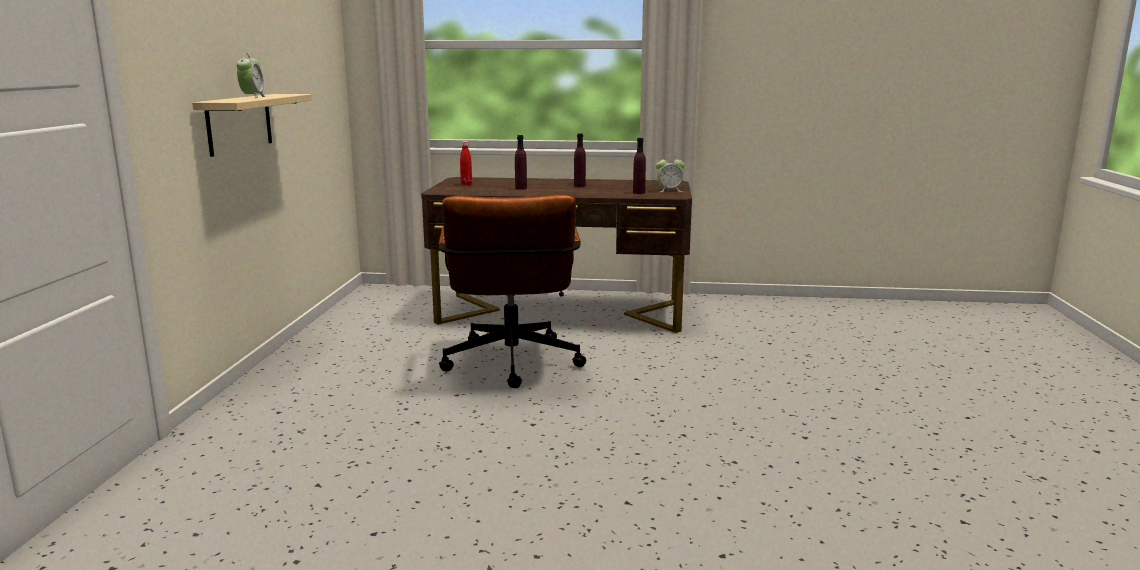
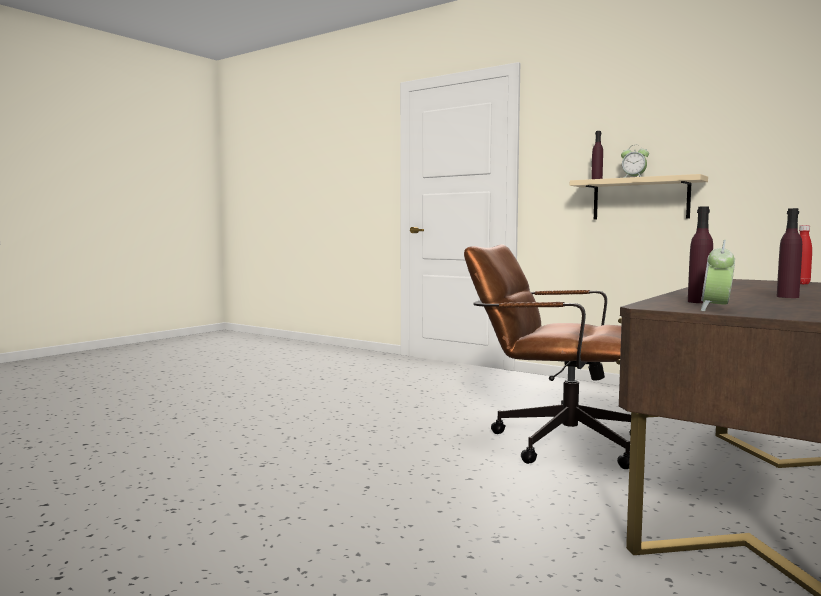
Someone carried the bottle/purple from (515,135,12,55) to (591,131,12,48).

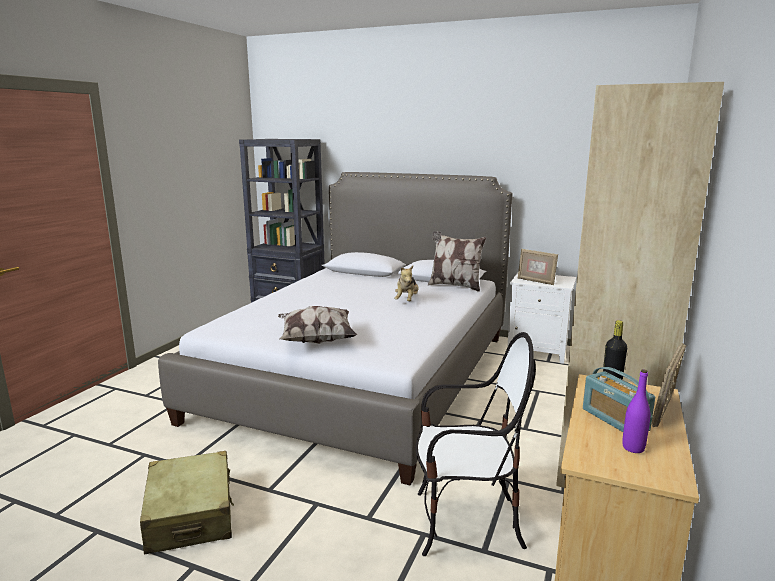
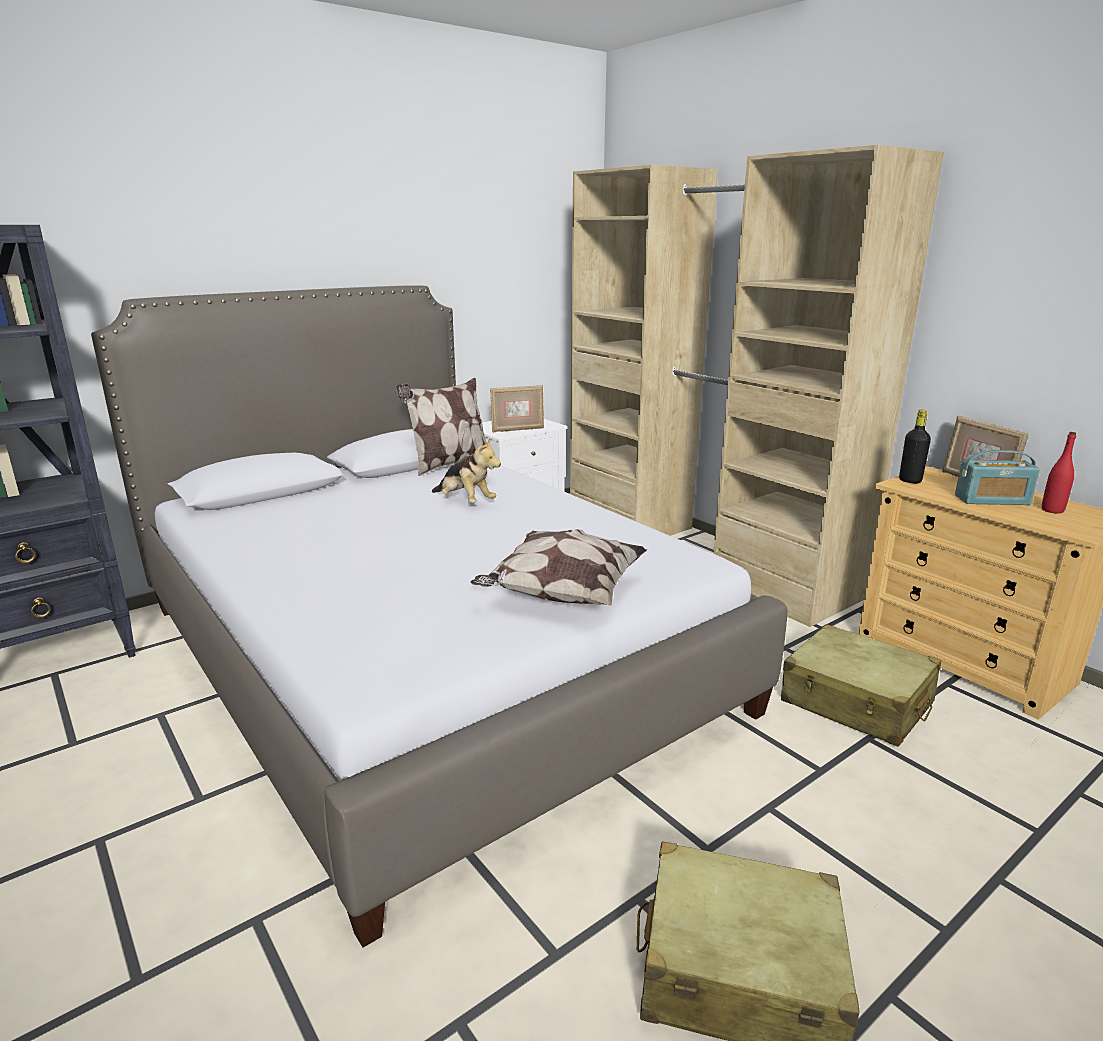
Someone swapped the chair at (416,332,120,224) for the suitcase/beige at (781,624,160,123).
Someone repainted the bottle/purple at (622,369,28,84), which became the bottle/red at (1042,432,34,82).

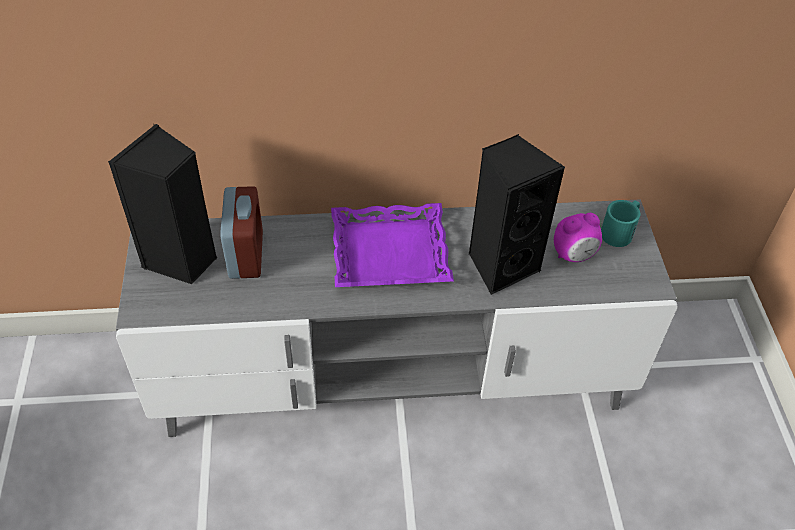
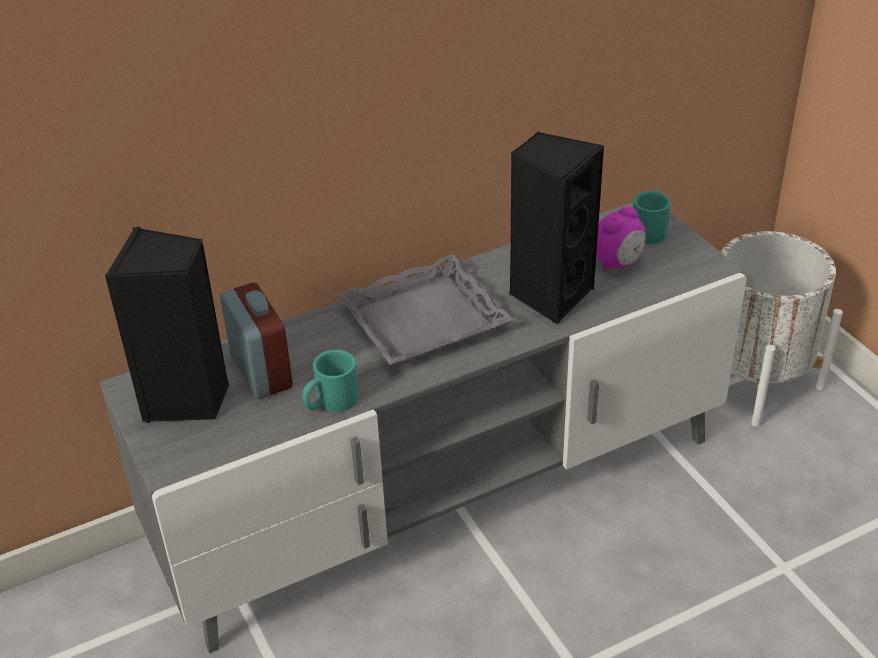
Someone repainted the tray/purple at (331,203,123,84), which became the tray/grey at (336,254,179,111).
Someone put down the planter/white at (721,231,122,196).
Someone put down the mug/turquoise at (302,350,57,62).

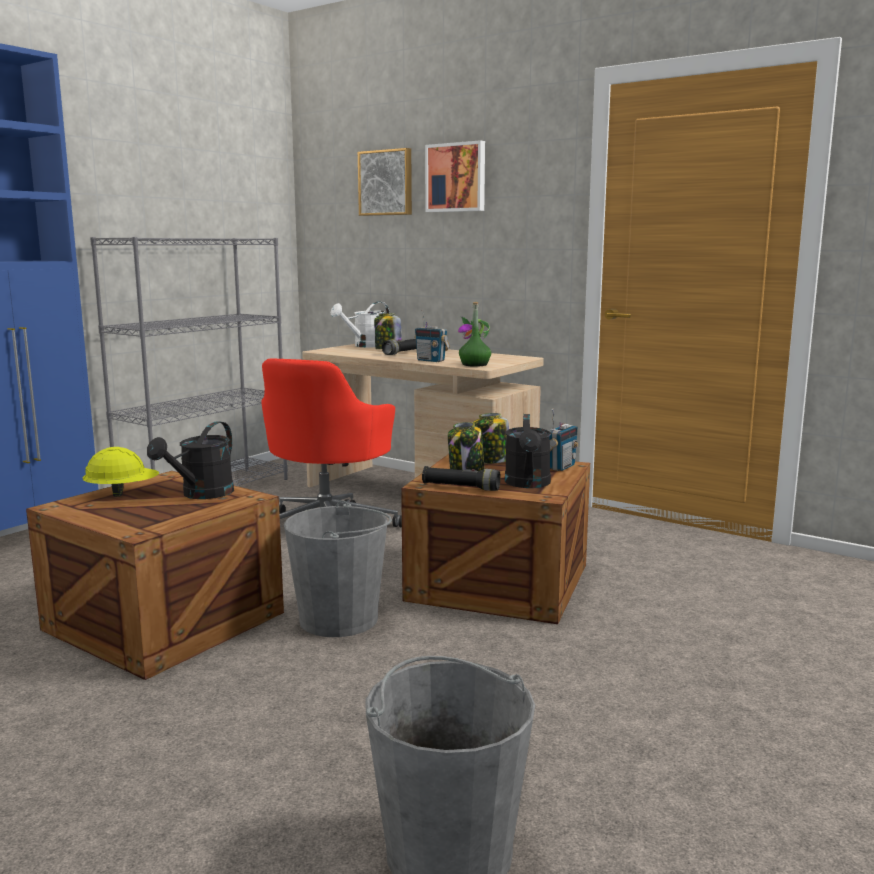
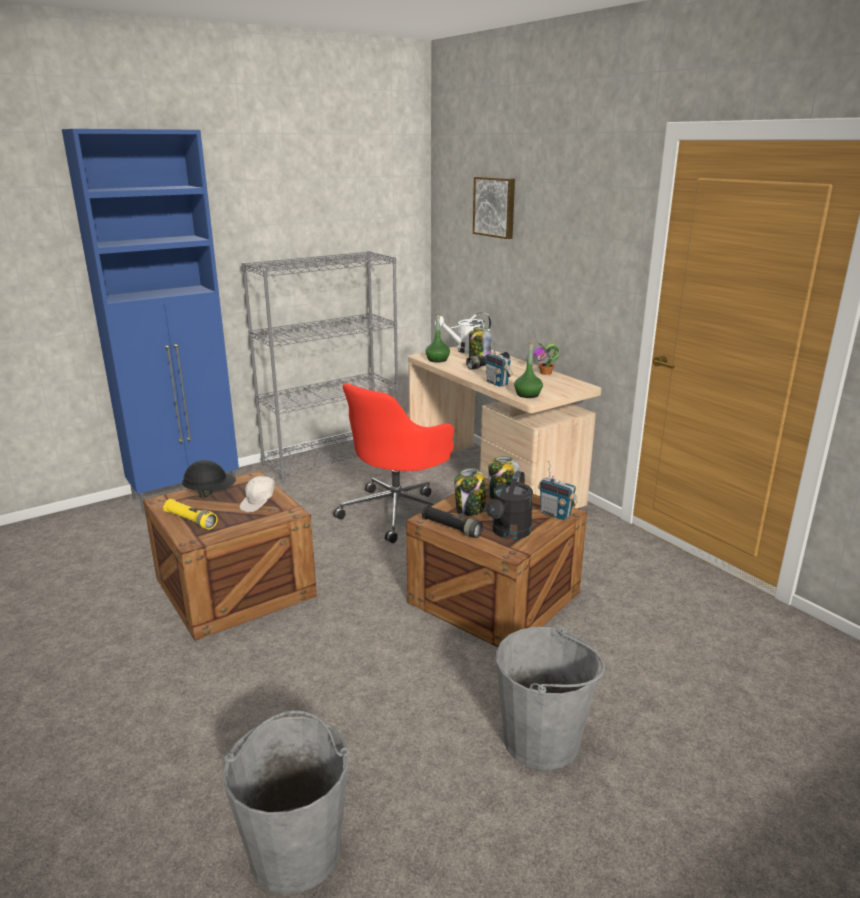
Someone took away the picture at (425,140,60,72).
Someone rotated the radio at (549,409,29,62) by 75 degrees clockwise.
Someone swapped the watering can/black at (147,421,87,78) for the cap/white at (240,474,35,38).
Someone repainted the hard hat/yellow at (82,447,77,50), which became the hard hat/black at (182,460,54,38).
Someone carried the bucket/grey from (284,500,108,137) to (496,625,109,145).
Someone put down the bottle/green at (425,313,25,49).
Someone put down the flashlight/yellow at (163,499,54,30).

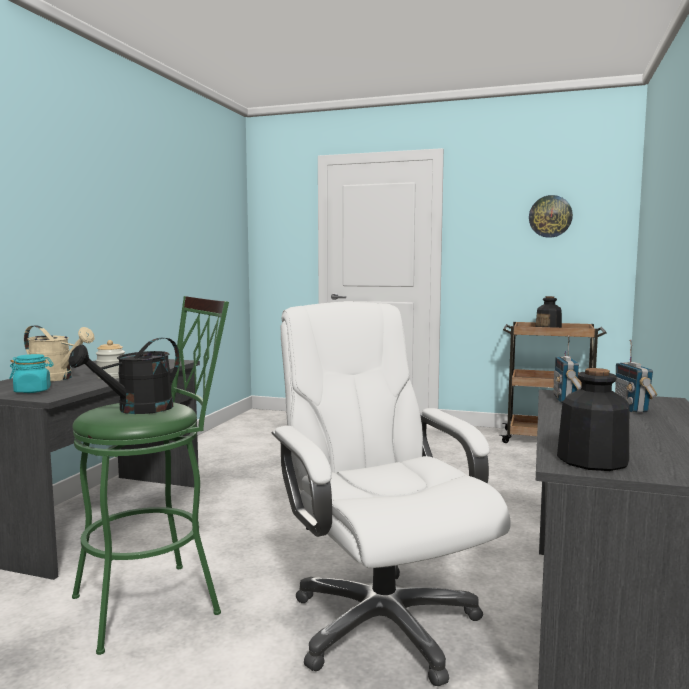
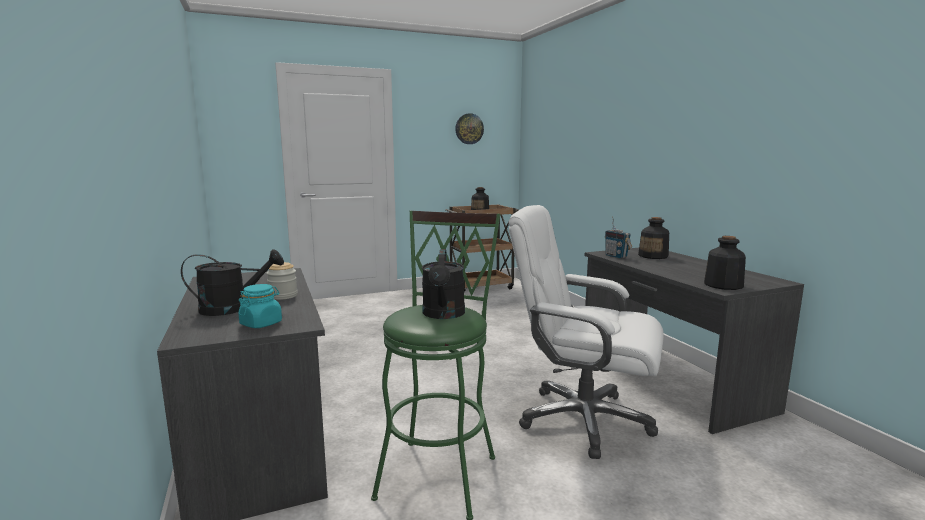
Someone repainted the watering can/beige at (24,325,70,56), which became the watering can/black at (181,249,103,67).
Someone swapped the radio at (615,340,42,73) for the bottle at (638,217,31,42).

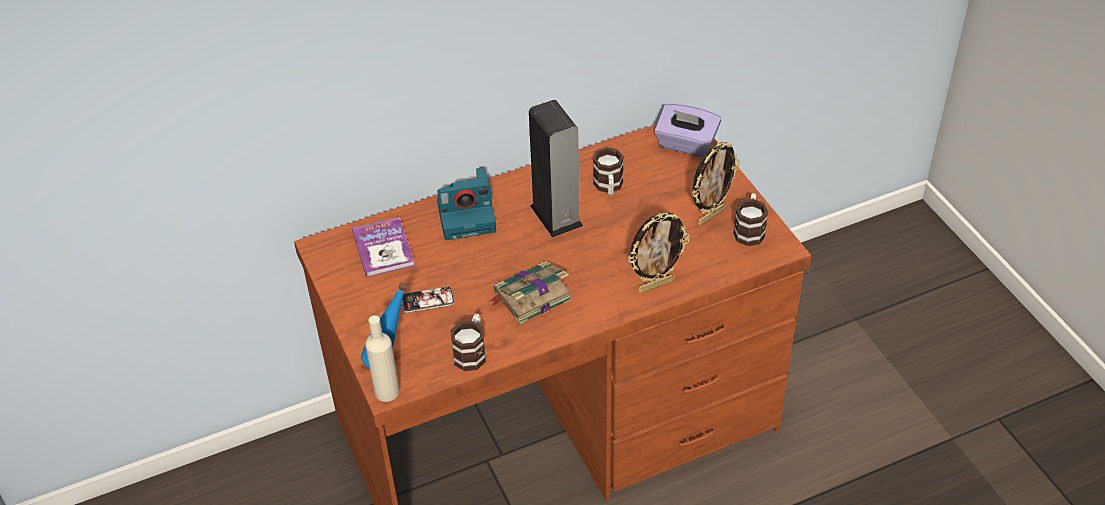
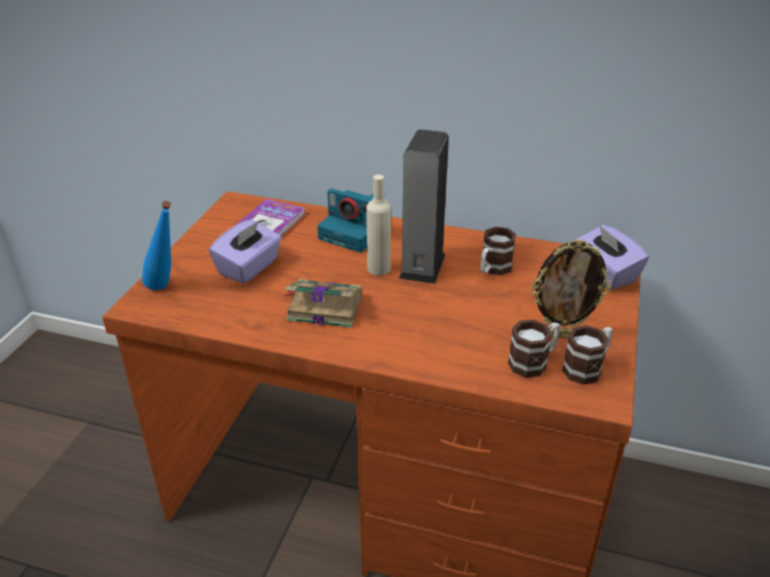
Someone took away the picture frame at (628,212,62,81).
Someone swapped the phone at (402,286,53,27) for the tissue box/purple at (209,219,73,65).
Someone carried the mug from (451,314,35,57) to (508,319,52,59).
Someone carried the bottle/beige from (365,315,35,87) to (366,175,25,100).

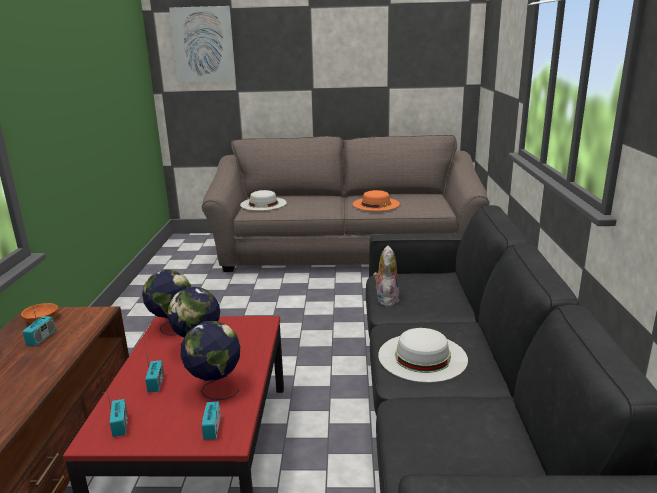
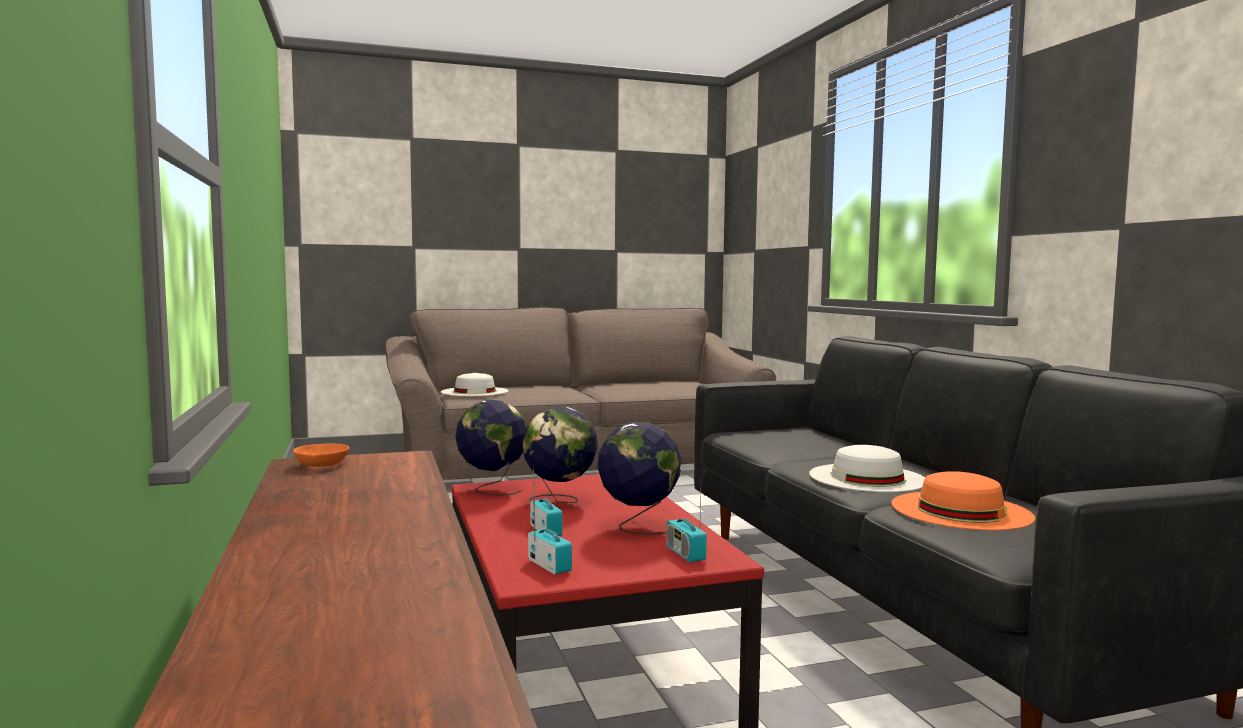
Someone took away the picture at (169,6,67,76).
Someone carried the hat/orange from (353,190,47,21) to (892,471,143,59).
Someone took away the plush toy at (373,246,26,61).
Someone took away the radio at (23,295,33,51).

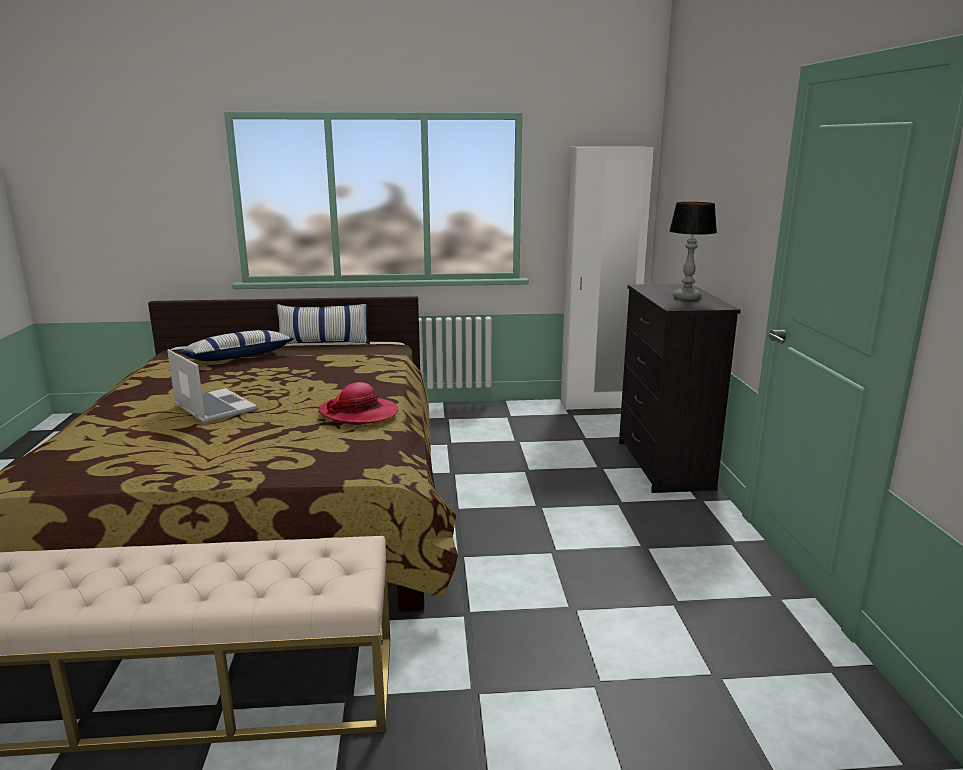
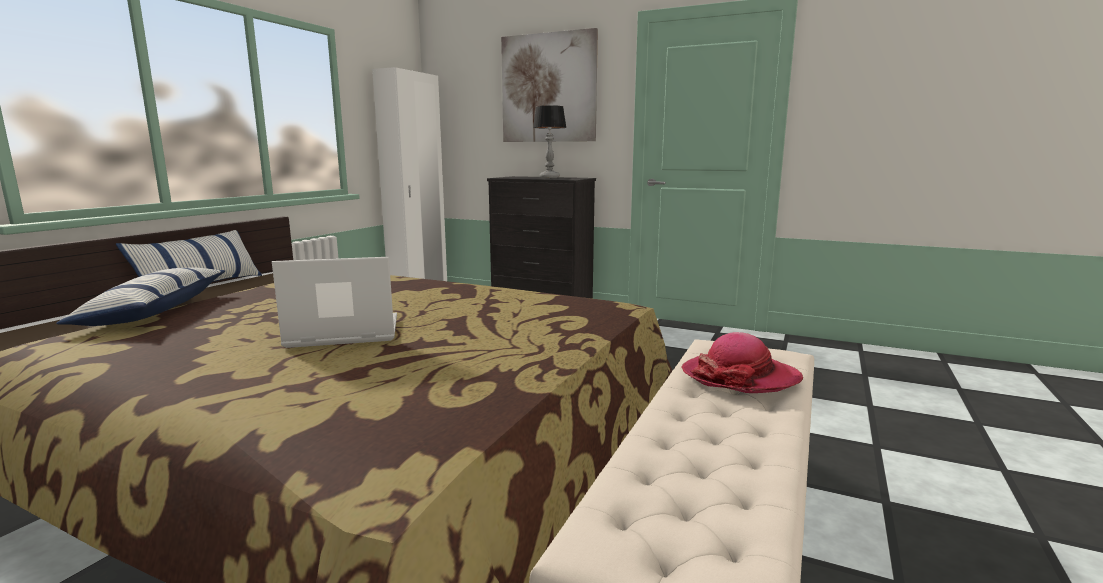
Someone carried the hat from (318,382,80,43) to (682,332,121,61).
Someone put up the picture at (501,28,97,114).

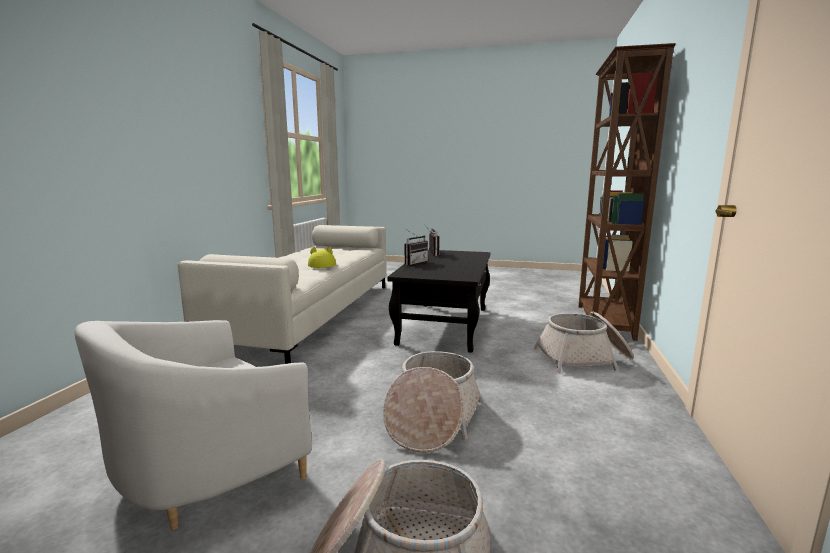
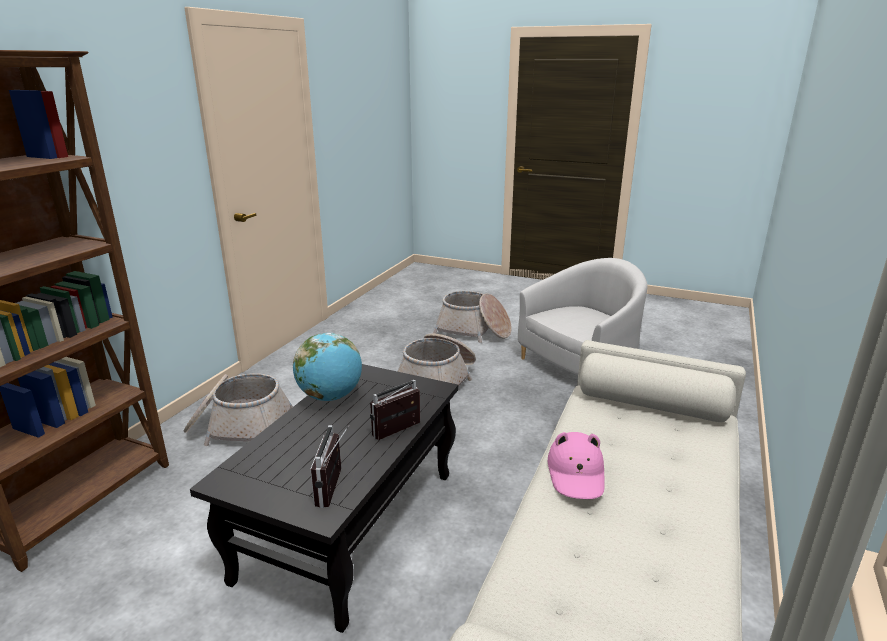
Someone repainted the hat/yellow at (308,247,28,21), which became the hat/pink at (548,432,57,67).
Someone put down the globe at (293,333,69,68).

